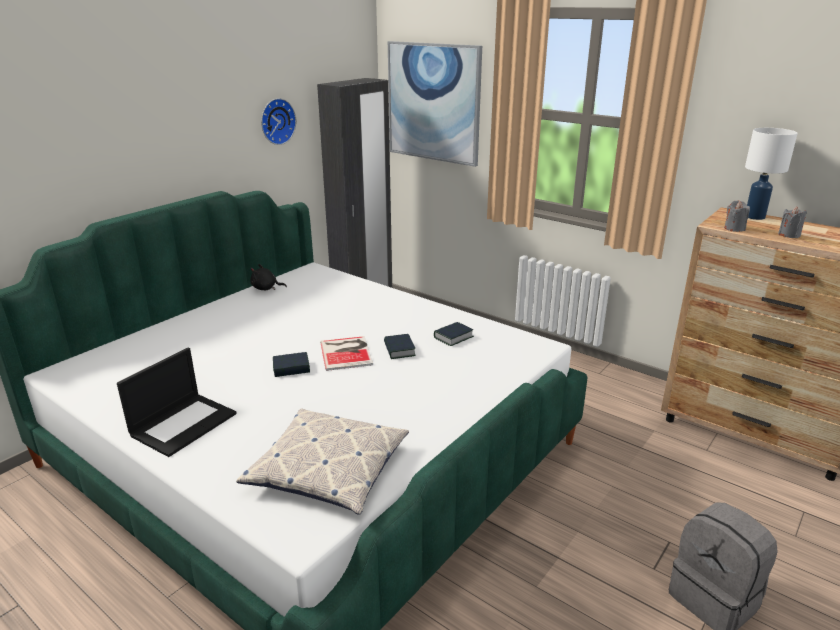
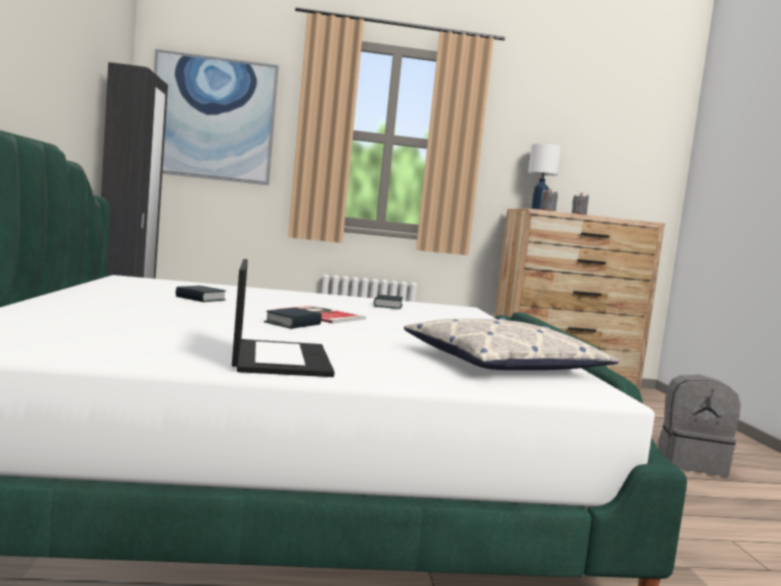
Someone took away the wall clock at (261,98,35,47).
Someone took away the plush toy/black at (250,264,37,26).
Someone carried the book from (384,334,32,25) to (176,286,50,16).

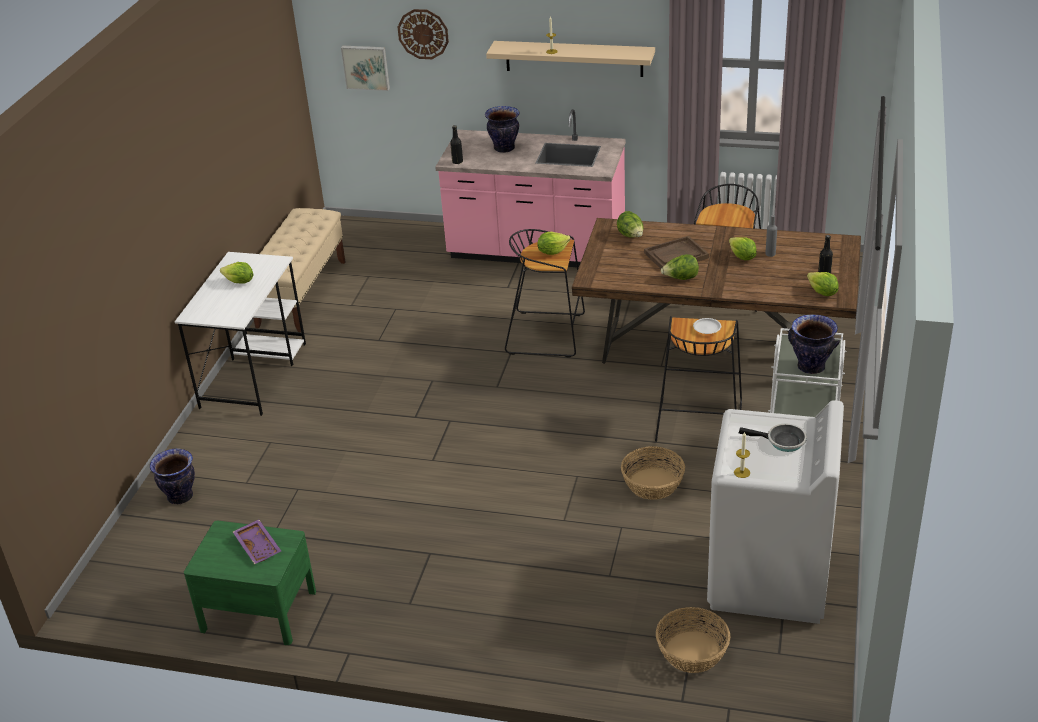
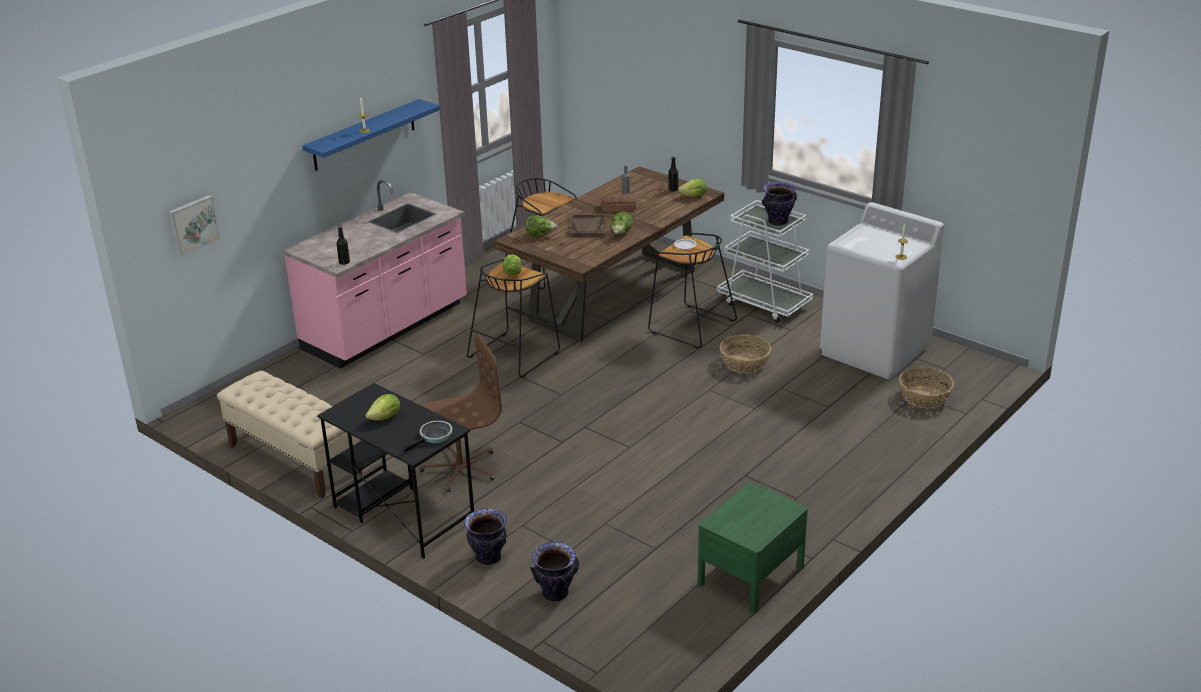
Someone took away the wall clock at (397,9,52,50).
Someone repainted the shelf/beige at (486,41,169,36), which became the shelf/blue at (302,99,138,72).
Someone carried the vase from (485,106,34,47) to (464,509,43,56).
Someone swapped the lettuce at (729,237,28,23) for the bread at (601,193,35,19).
Someone repainted the desk/white at (175,252,131,164), which became the desk/black at (317,383,157,175).
Someone carried the frying pan from (739,423,68,29) to (403,421,49,31).
Someone took away the tray/purple at (233,520,48,44).
Someone put down the office chair/brown at (419,335,83,157).

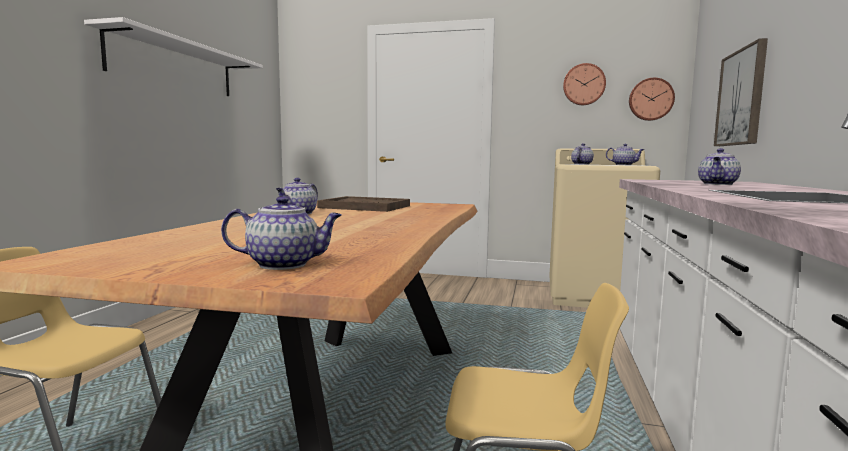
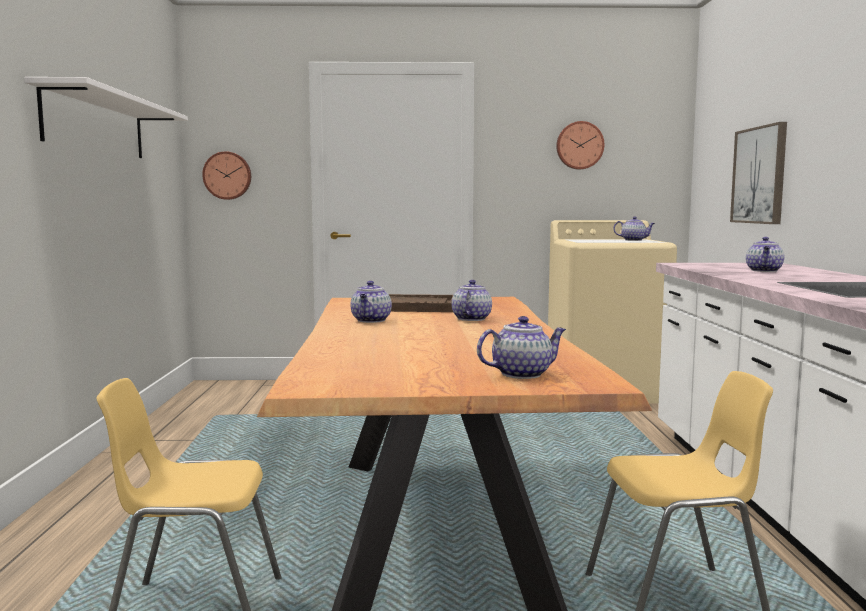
Someone carried the wall clock from (629,78,46,43) to (202,151,49,49).
Someone carried the teapot from (571,143,23,22) to (452,280,40,41).

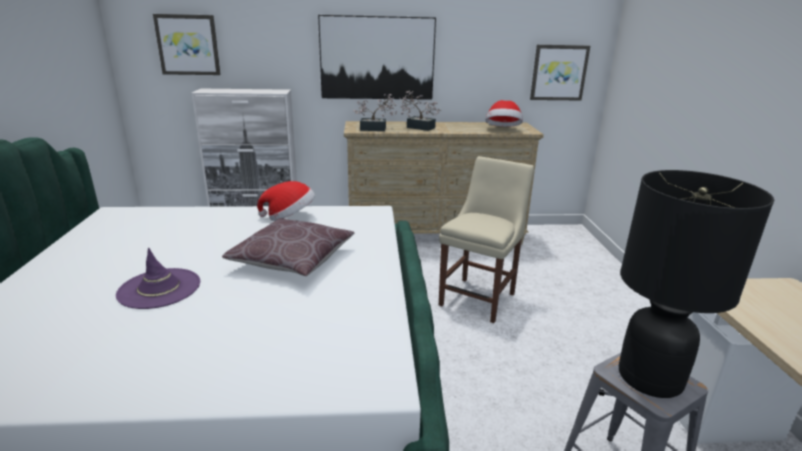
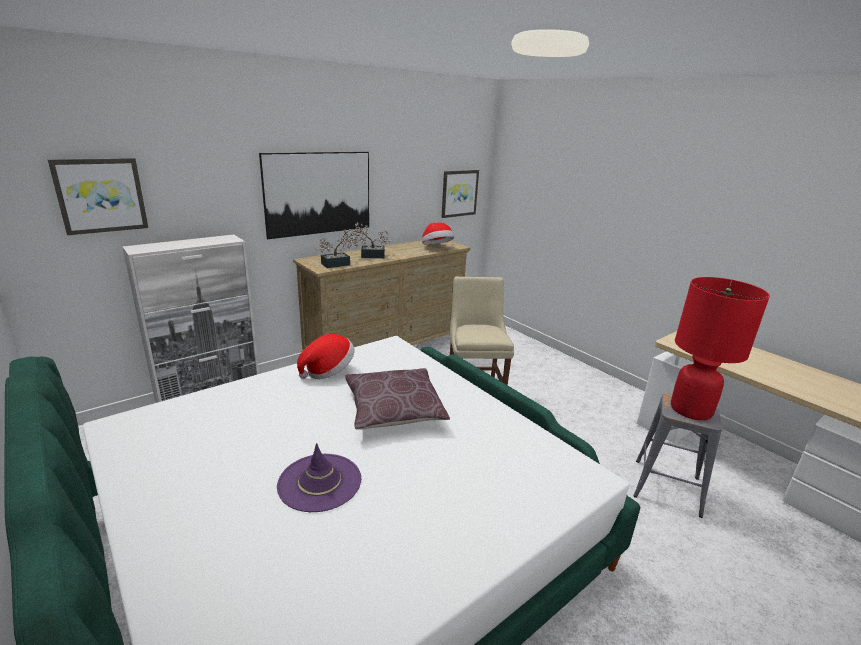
Someone repainted the table lamp/black at (619,170,155,228), which became the table lamp/red at (671,277,99,143).

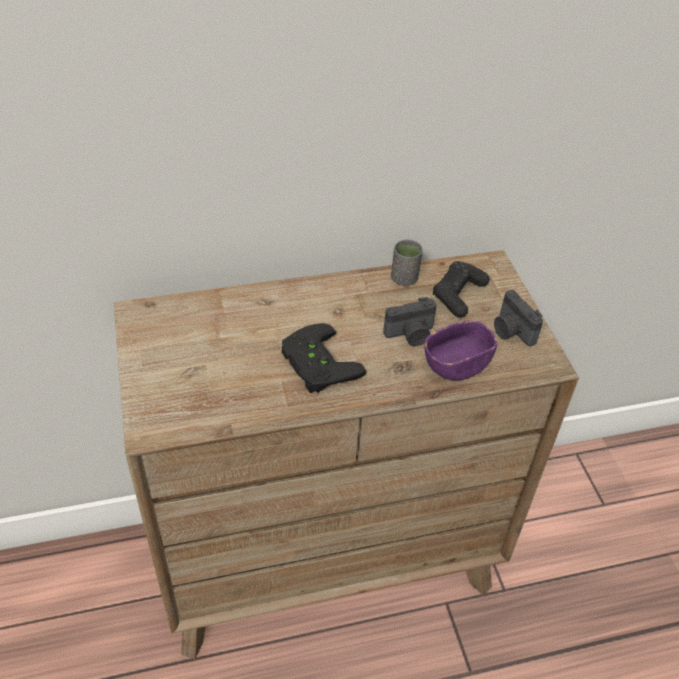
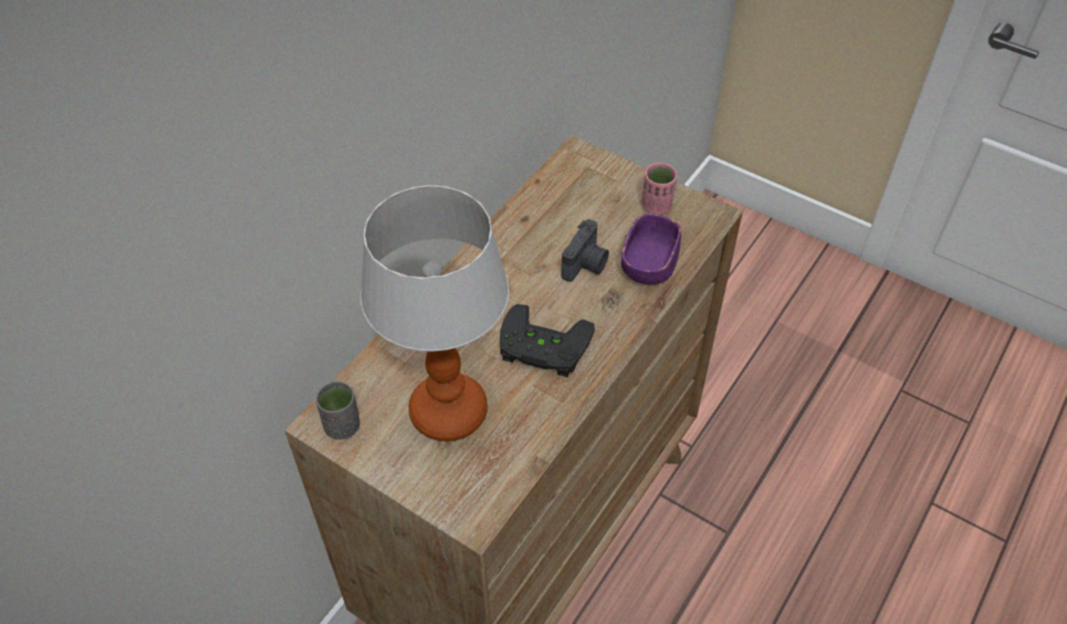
Someone carried the cup/grey from (391,240,32,46) to (316,381,44,59).
Someone took away the game controller/black at (433,261,57,57).
Someone swapped the photo camera at (494,290,49,56) for the cup/pink at (642,163,35,52).
Someone put down the table lamp at (360,185,149,256).

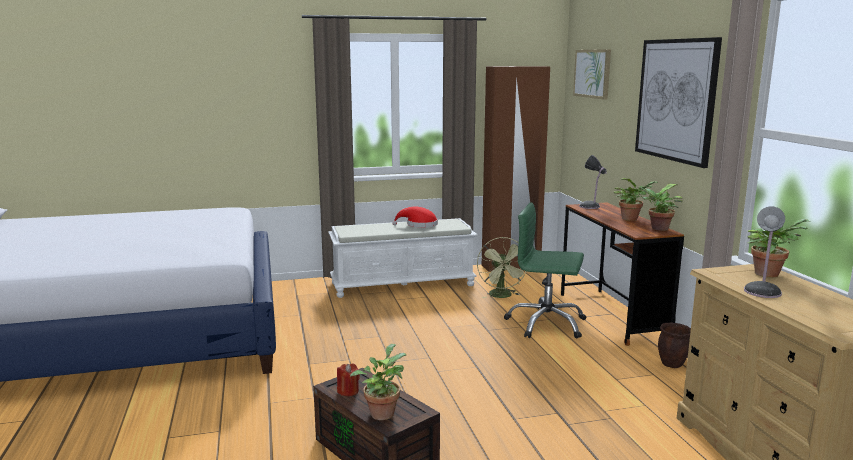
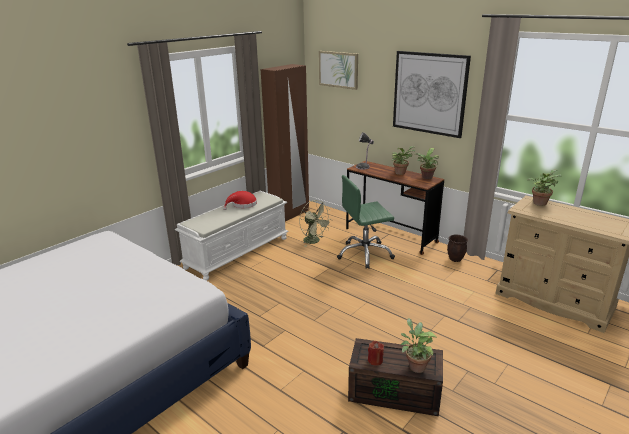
Someone took away the table lamp at (744,207,41,91).

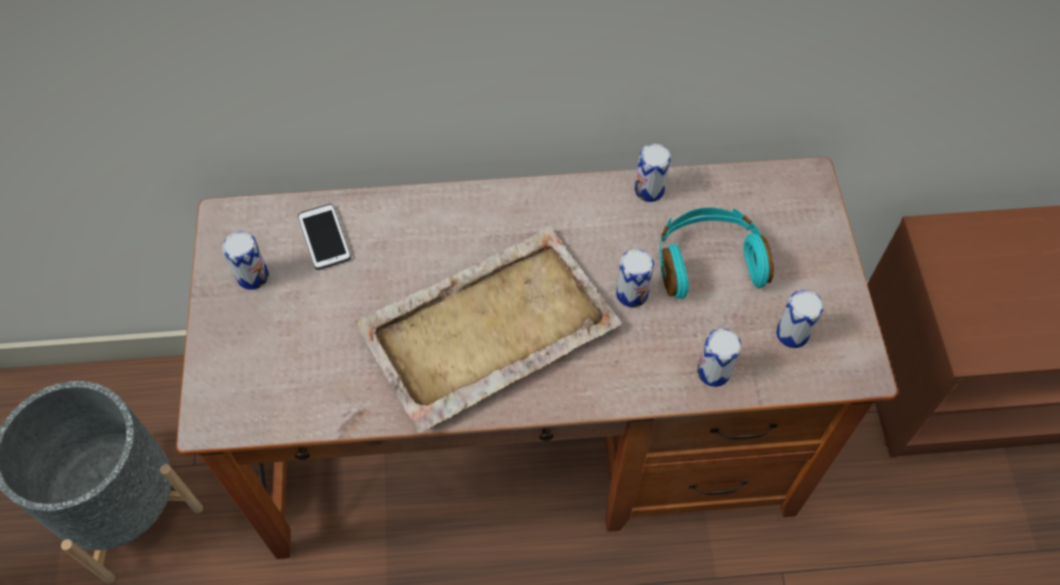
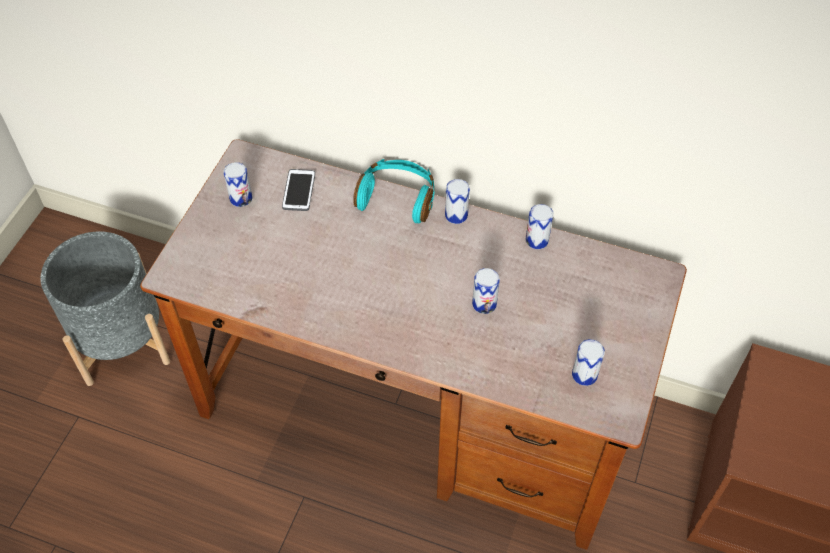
Someone carried the headphones/turquoise from (659,207,115,92) to (353,159,81,64).
Someone took away the tray/beige at (354,226,268,207).
Someone carried the can from (697,328,44,59) to (445,179,25,45).

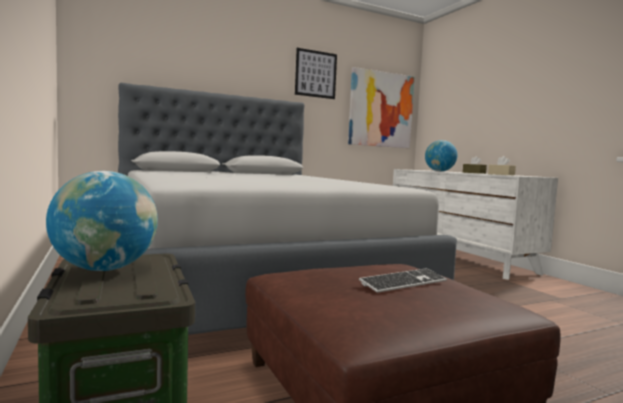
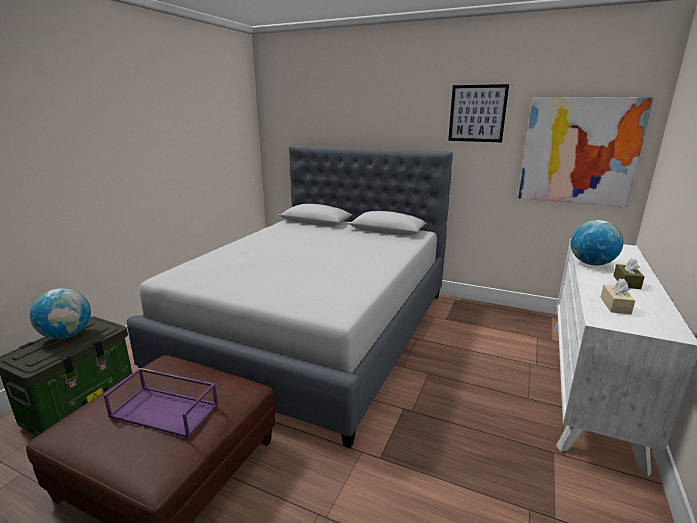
Someone swapped the keyboard at (359,268,88,25) for the tray/purple at (103,368,115,70).

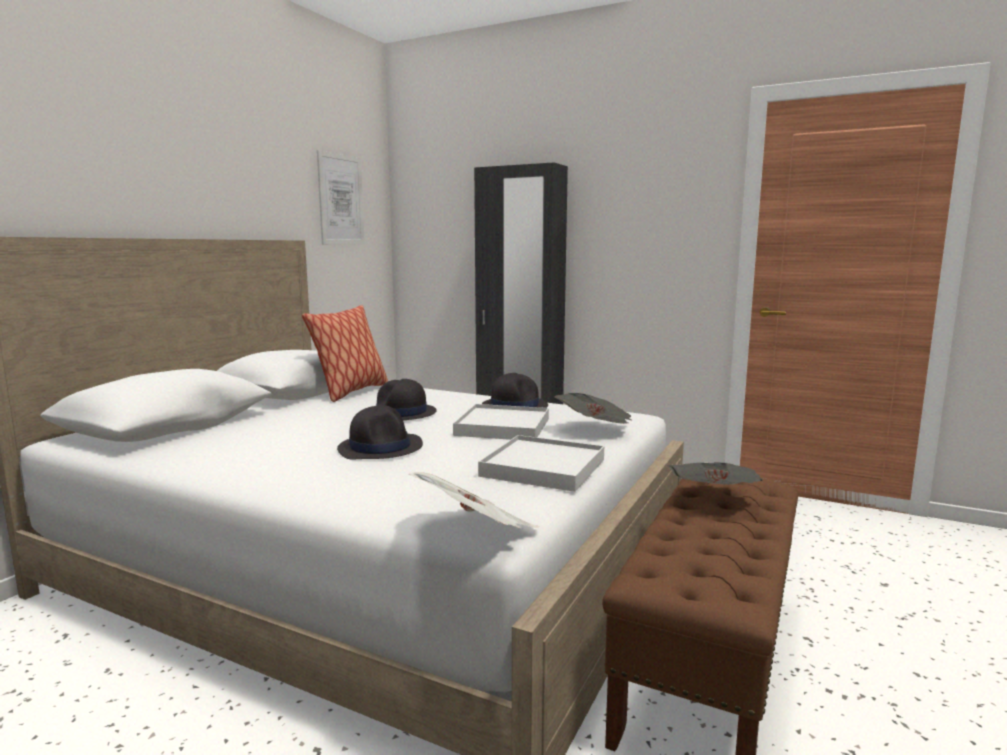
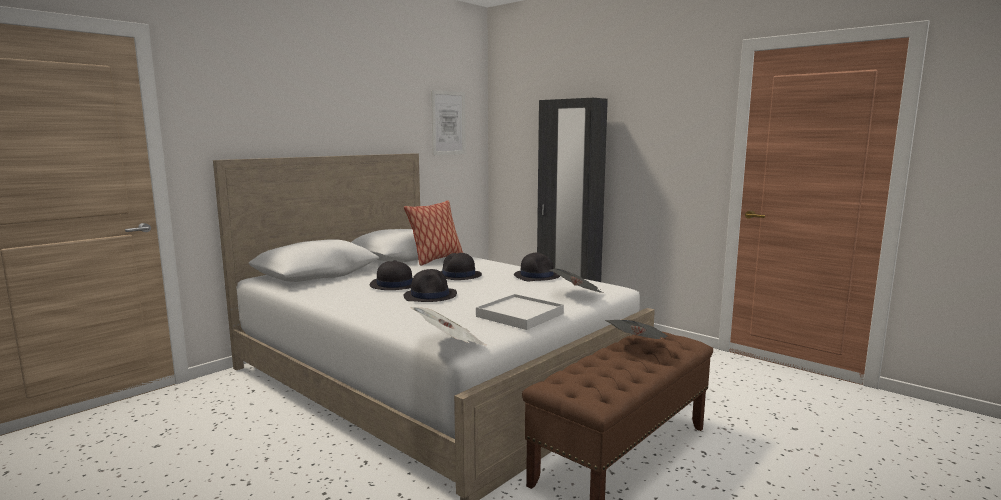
Someone took away the tray/white at (453,404,96,36).
Someone put down the hat/black at (369,260,44,30).

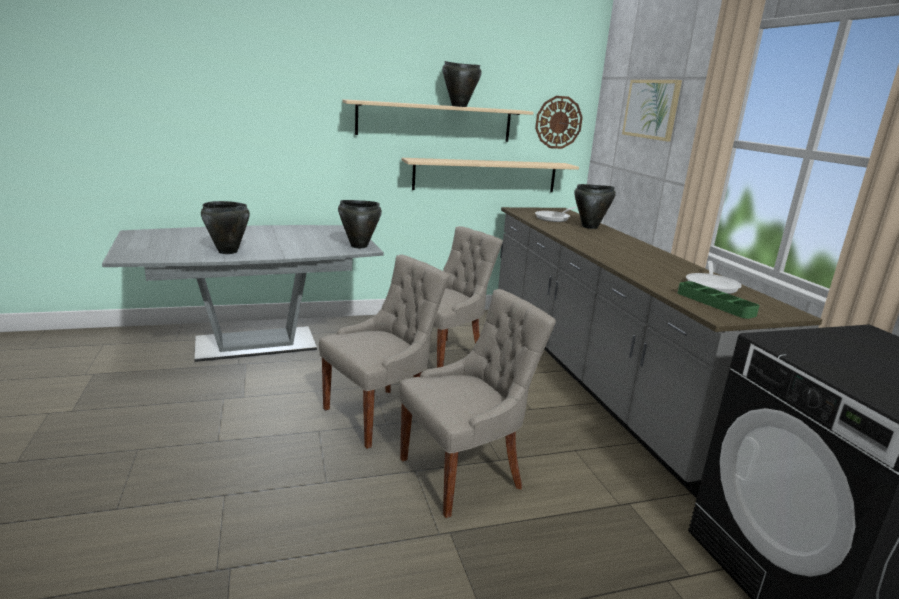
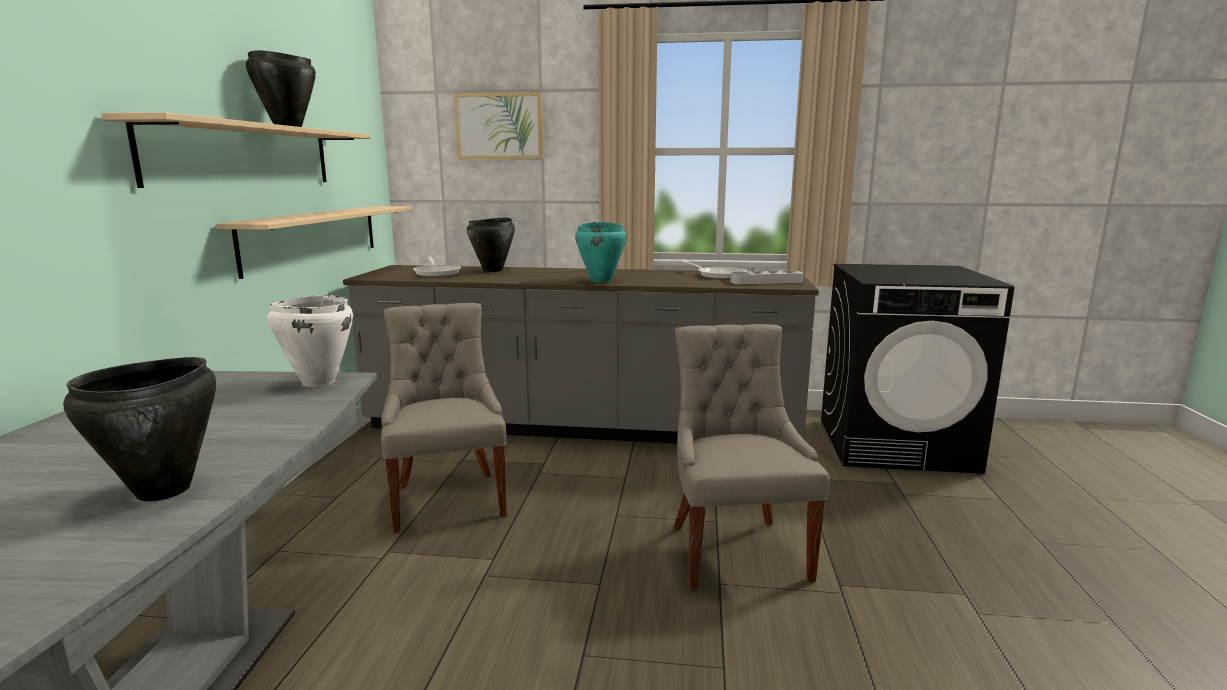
Someone took away the wall clock at (535,96,48,53).
Someone repainted the cooking pot/black at (338,200,44,48), which became the cooking pot/white at (267,295,86,92).
Someone took away the chair/grey at (319,255,130,194).
Someone repainted the tray/green at (678,281,81,38), which became the tray/grey at (731,271,72,13).
Someone put down the cooking pot/turquoise at (575,222,52,61).

